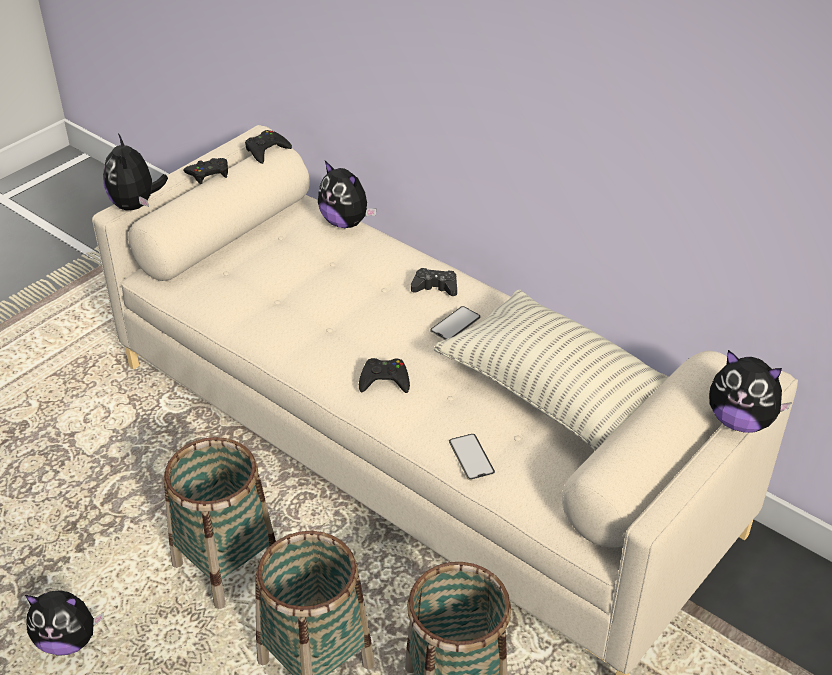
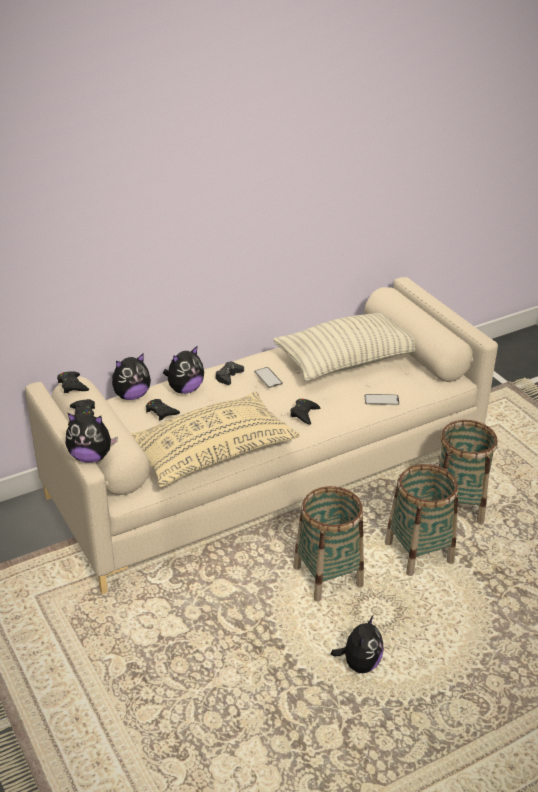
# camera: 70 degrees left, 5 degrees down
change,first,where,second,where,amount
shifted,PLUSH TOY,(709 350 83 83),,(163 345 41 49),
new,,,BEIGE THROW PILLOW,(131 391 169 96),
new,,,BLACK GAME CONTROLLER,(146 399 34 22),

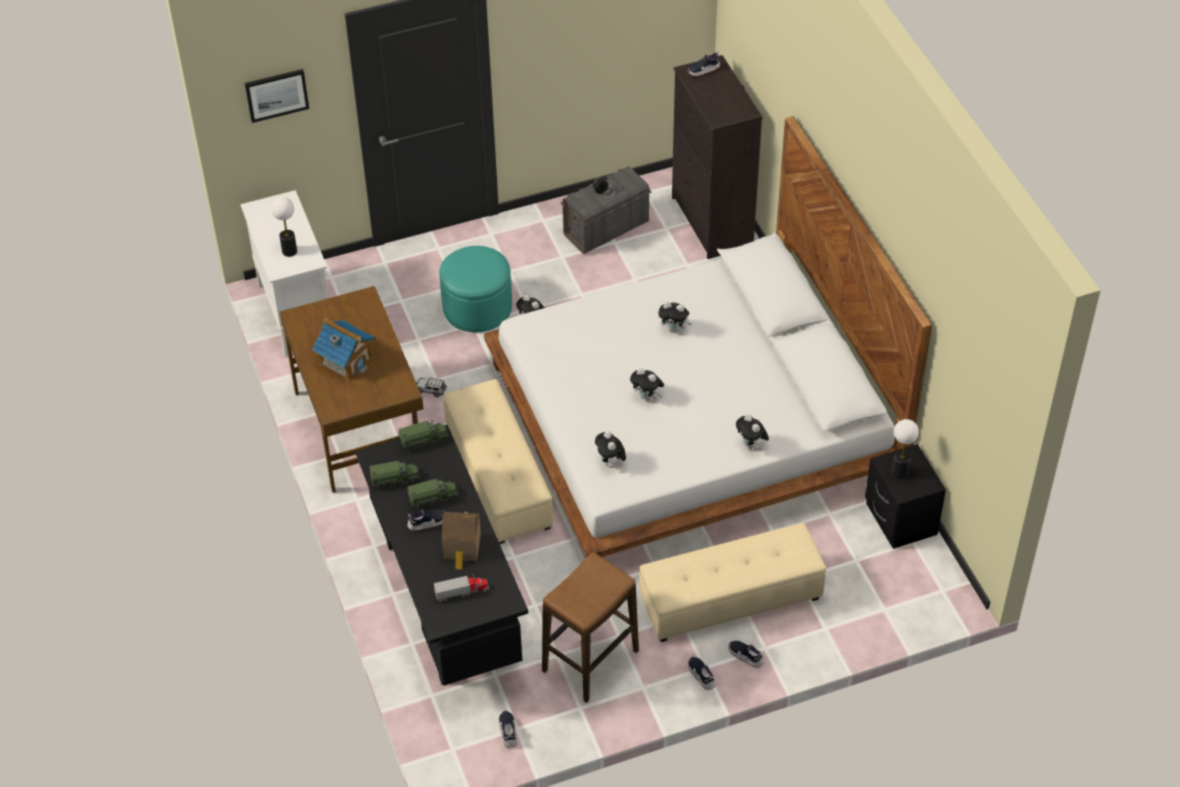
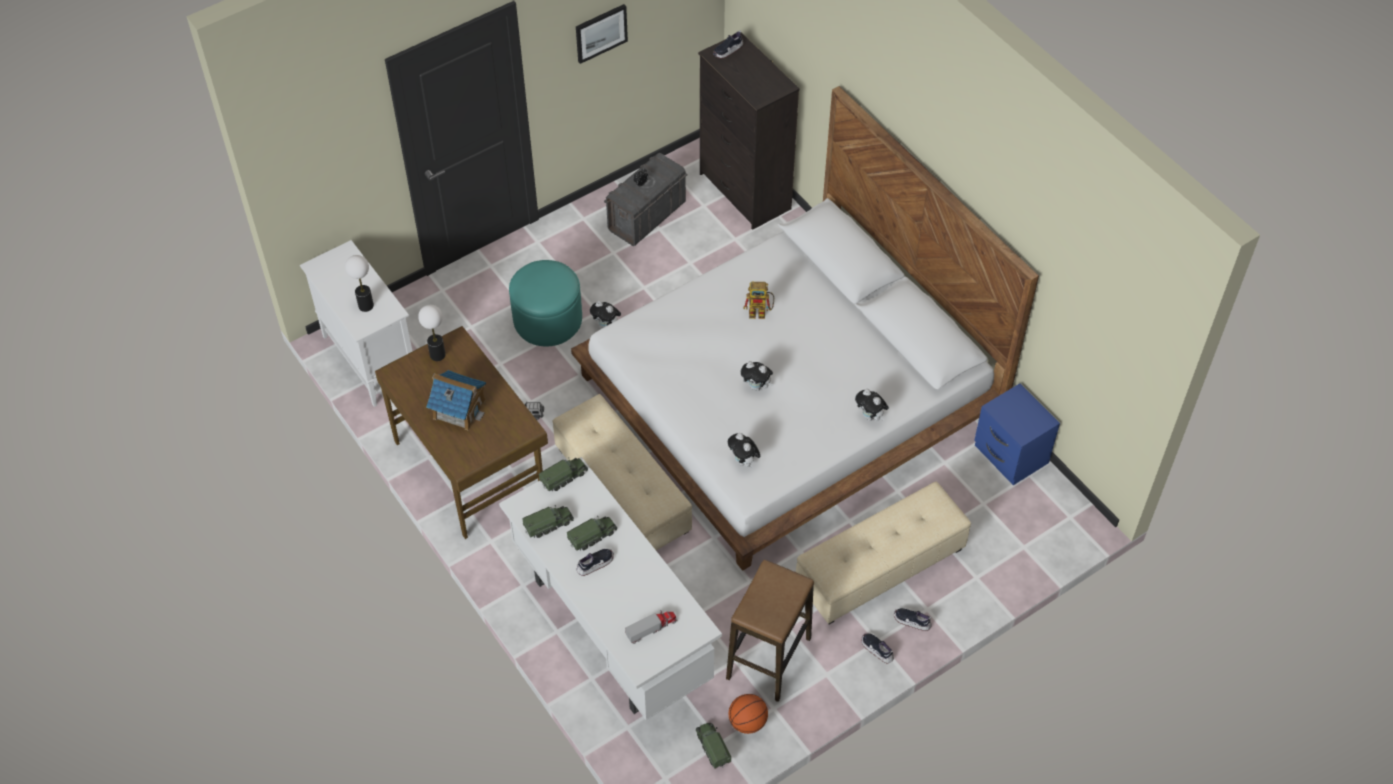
# camera: 15 degrees left, 5 degrees up
change,first,where,second,where,amount
shifted,WALL PICTURE,(245 69 64 54),,(576 4 52 60),
swapped,PLUSH TOY,(658 302 34 31),TOY ROBOT,(743 282 31 37),
shifted,LAMP FOR A TABLE,(892 419 27 60),,(418 305 28 56),
repainted,BLACK DESK TABLE,(355 424 173 262),WHITISH DESK TABLE,(499 457 223 263),
repainted,BLACK NIGHT TABLE,(865 444 81 105),BLUE NIGHT TABLE,(975 383 85 102),
gone,MODEL HOUSE,(442 512 39 57),,,
swapped,ITEM OF FOOTWEAR,(499 711 17 37),TOY TRUCK,(696 723 35 46),
new,,,BASKETBALL BALL,(729 694 39 40),

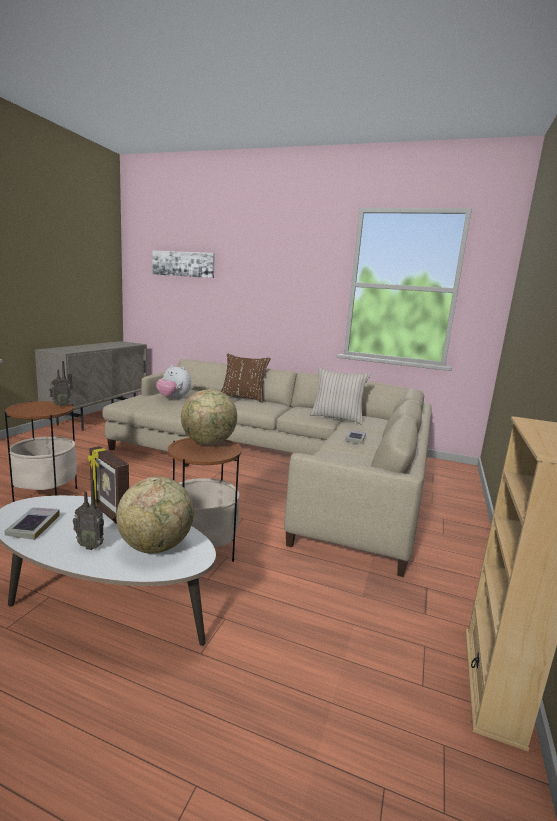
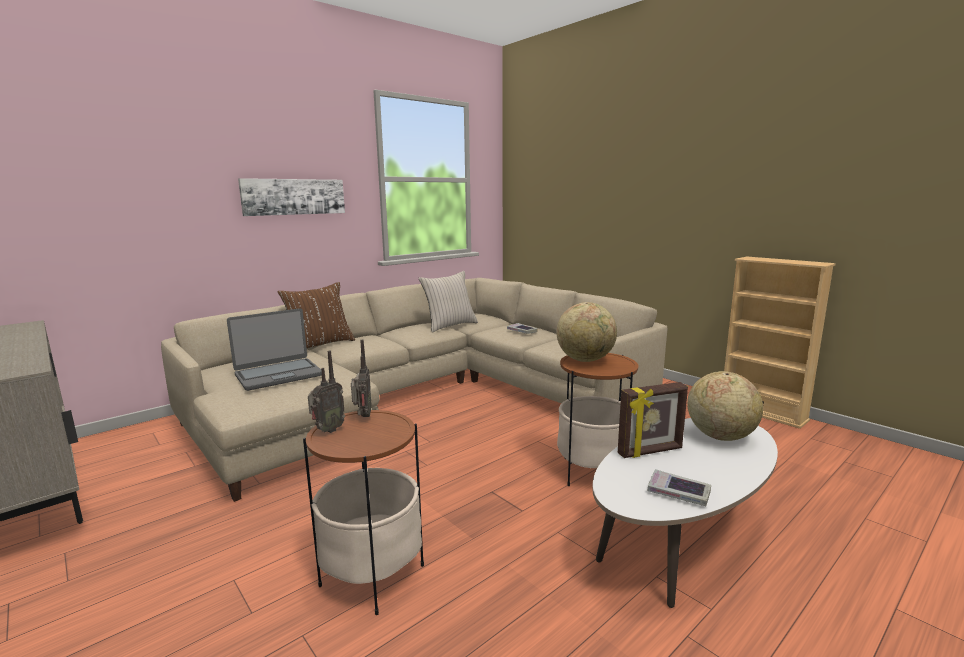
# camera: 60 degrees left, 0 degrees up
change,first,where,second,where,amount
shifted,WALL PICTURE,(152 250 63 28),,(238 178 107 38),
swapped,PLUSH TOY,(156 365 35 34),PORTABLE COMPUTER,(227 308 95 83),
shifted,RADIO,(73 479 31 71),,(308 351 37 82),

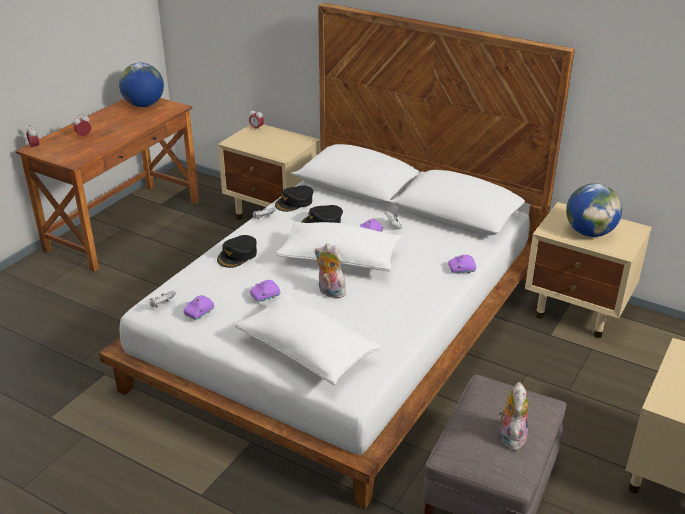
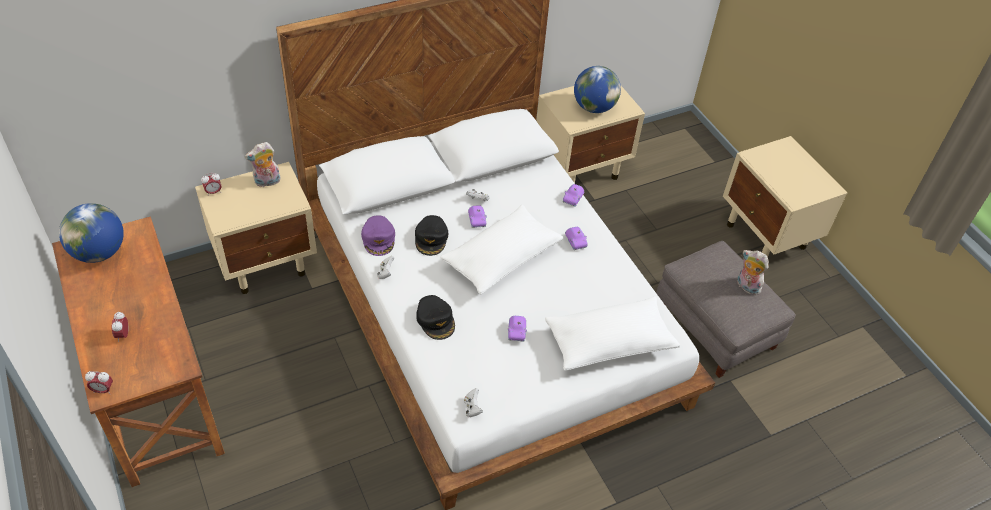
# camera: 60 degrees left, 15 degrees up
change,first,where,second,where,amount
repainted,BLACK PEAKED CAP,(275 186 38 26),PURPLE-COLOURED PEAKED CAP,(361 215 34 41),
shifted,PLUSH TOY,(315 244 31 54),,(245 142 36 45),
shifted,PURPLE-COLOURED MINIATURE CAR,(184 295 30 25),,(565 227 23 23),

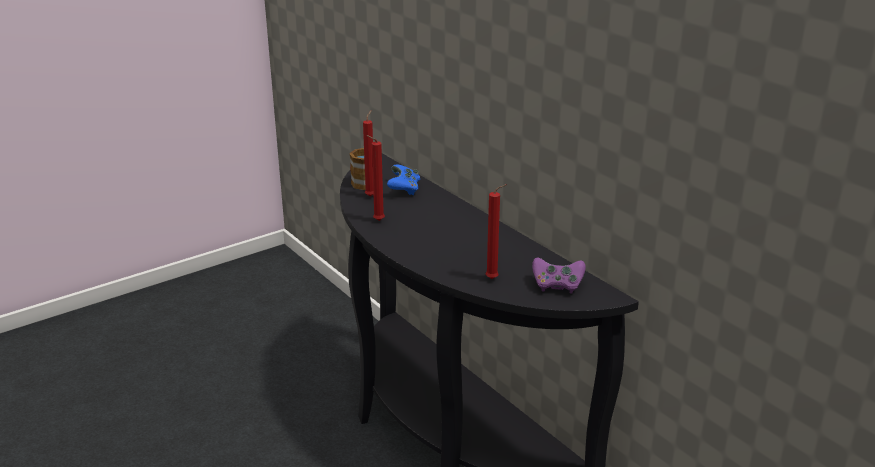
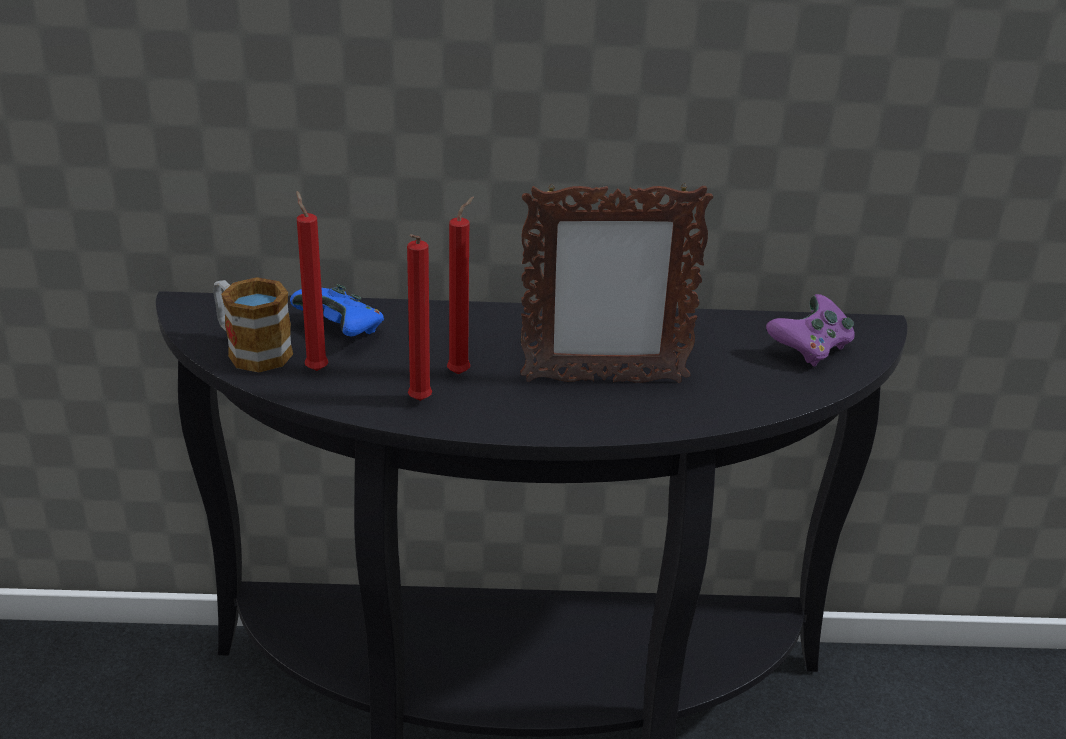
# camera: 55 degrees left, 5 degrees up
change,first,where,second,where,amount
shifted,RED-COLOURED CANDLE,(486 184 20 95),,(447 196 27 178),
new,,,PICTURE FRAME,(520 183 193 200),

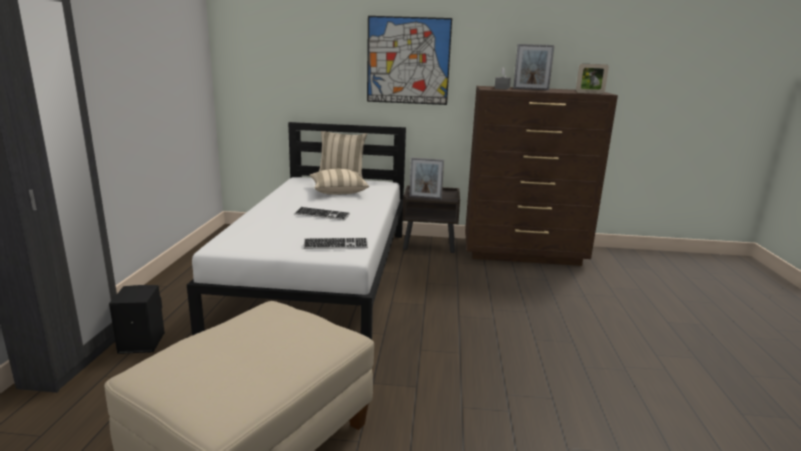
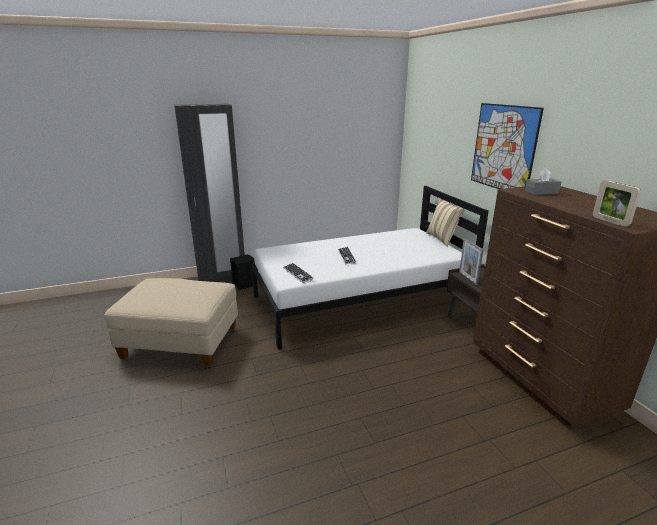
# camera: 65 degrees right, 5 degrees up
change,first,where,second,where,amount
gone,PICTURE FRAME,(513 44 42 46),,,
gone,BEIGE THROW PILLOW,(309 169 60 26),,,

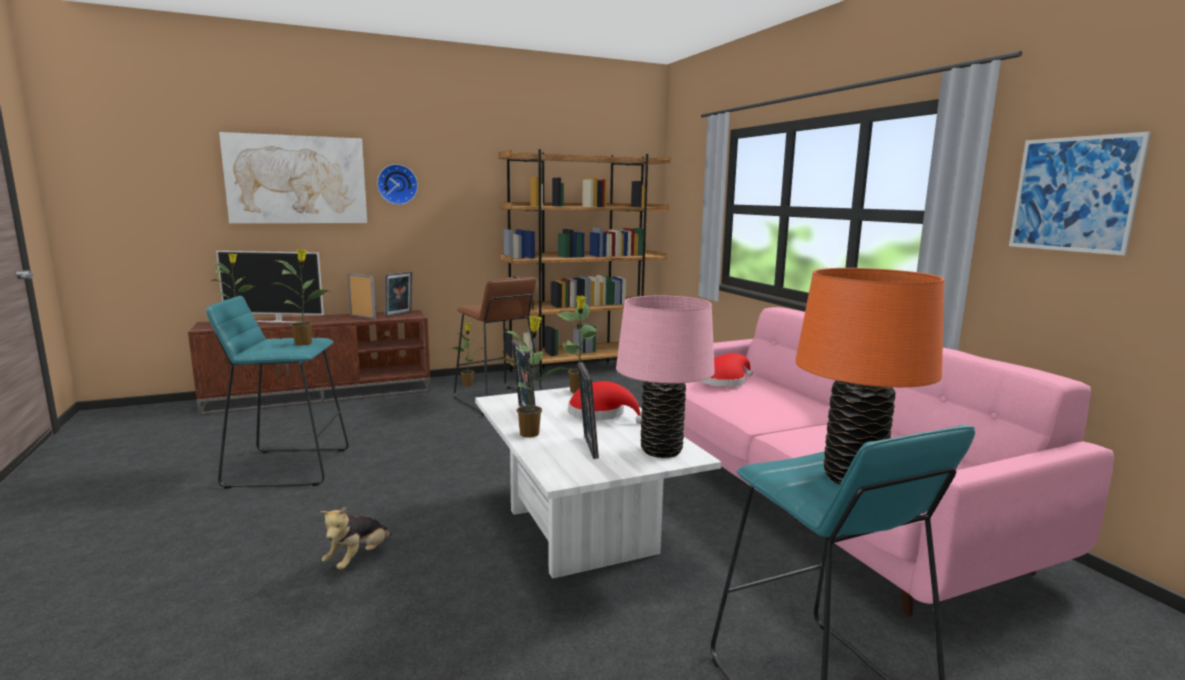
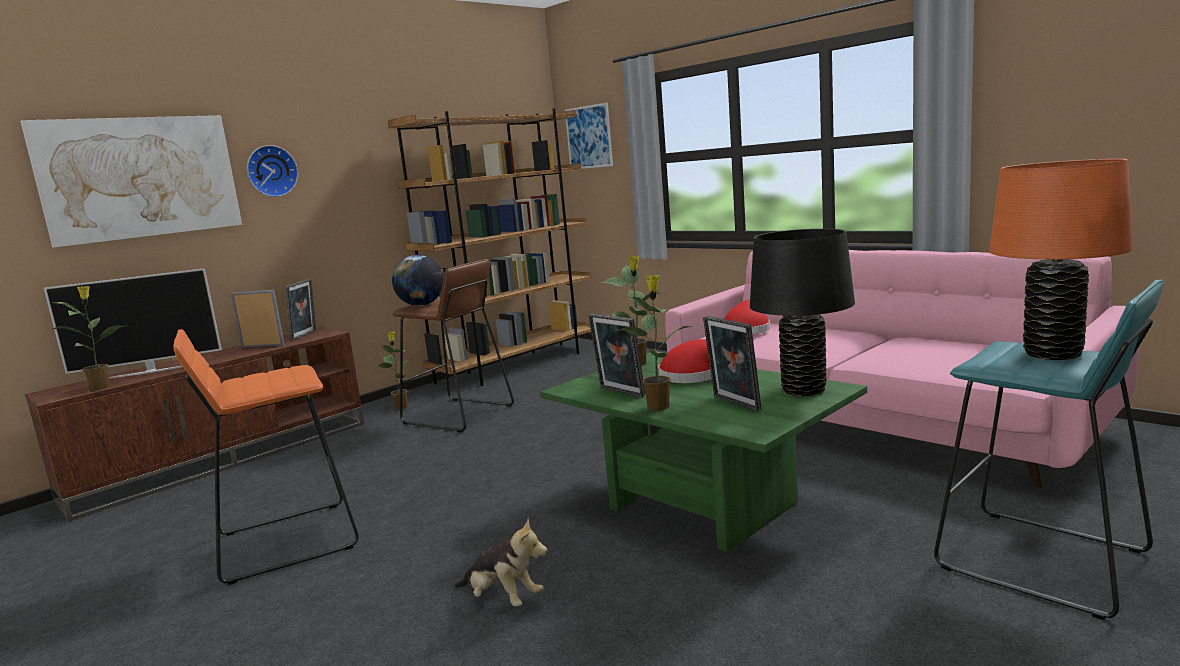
# camera: 20 degrees left, 0 degrees up
change,first,where,second,where,amount
shifted,WALL PICTURE,(1009 132 142 124),,(565 102 48 67),
gone,PLANT IN A POT,(273 249 55 96),,,
repainted,BLUE-GREEN STOOL SEAT,(206 296 143 192),ORANGEY STOOL SEAT,(173 329 186 256),
repainted,PINK-COLOURED LAMP FOR A TABLE,(616 296 99 162),BLACK LAMP FOR A TABLE,(750 229 105 167),
repainted,WHITISH COFFEE TABLE,(475 387 246 192),GREENISH COFFEE TABLE,(540 352 327 200),
rotated,PLUSH TOY,(320 507 72 63),,(454 518 93 89),60 degrees counterclockwise
new,,,WORLD GLOBE,(392 255 52 51),

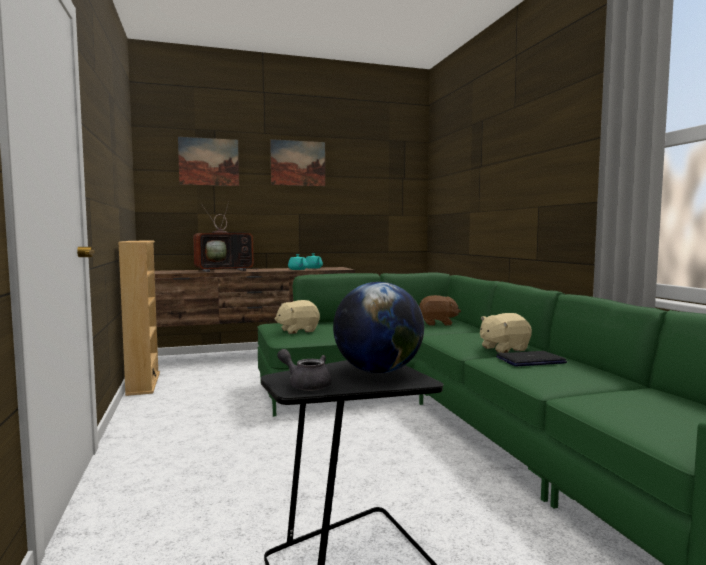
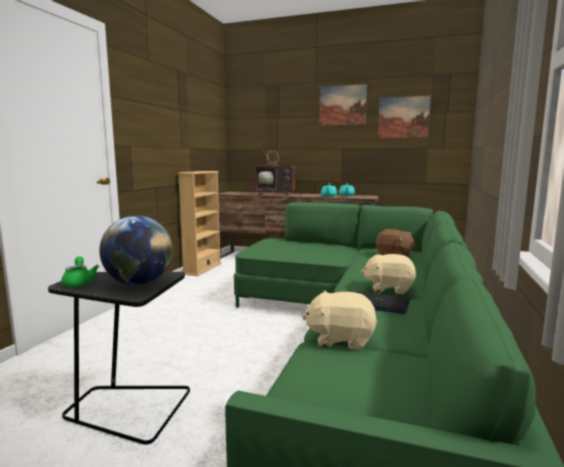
# camera: 35 degrees right, 5 degrees up
change,first,where,second,where,amount
shifted,WALL PICTURE,(178 137 61 49),,(378 96 53 42),
shifted,BEIGE PLUSH TOY,(275 300 45 34),,(302 291 76 59),
repainted,GRAY TEAPOT,(277 349 54 42),GREENISH TEAPOT,(61 256 38 31),

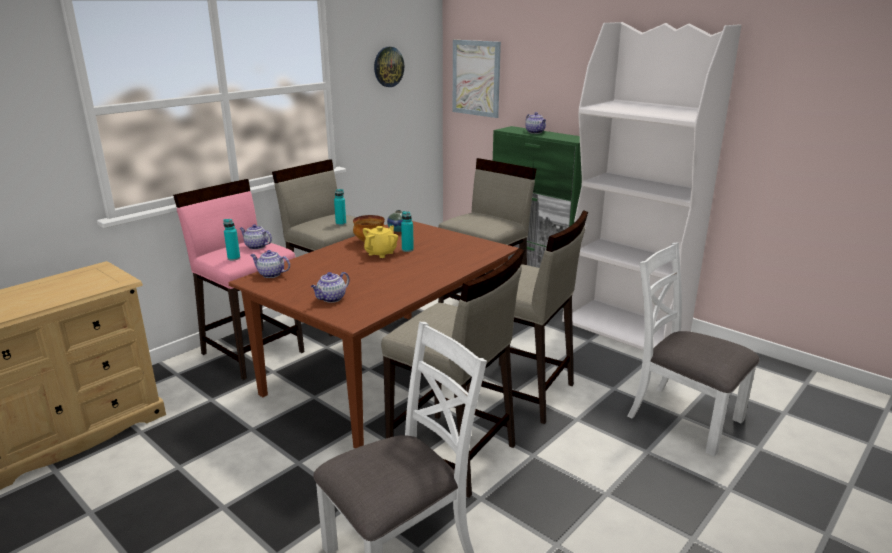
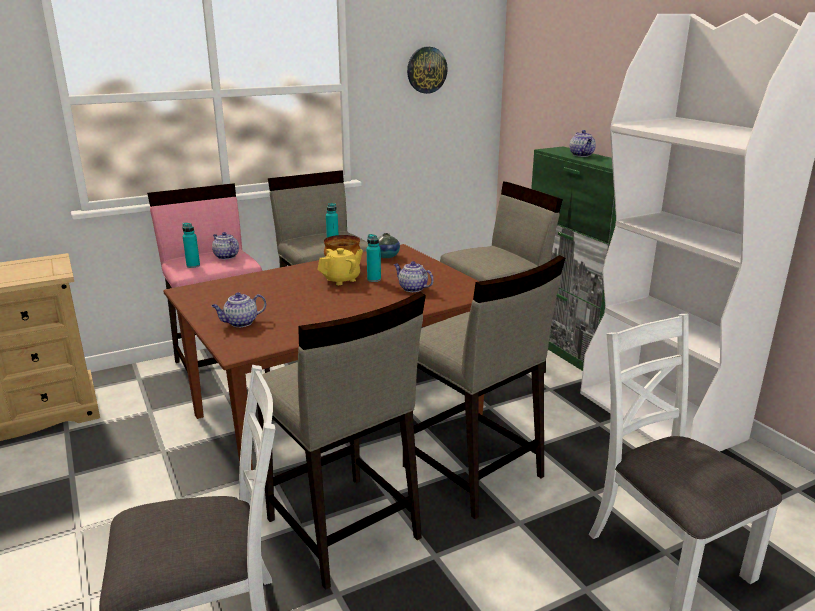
# camera: 20 degrees right, 0 degrees up
change,first,where,second,where,amount
gone,WALL PICTURE,(453 40 48 78),,,
shifted,TEAPOT,(250 250 40 28),,(394 261 40 31),

